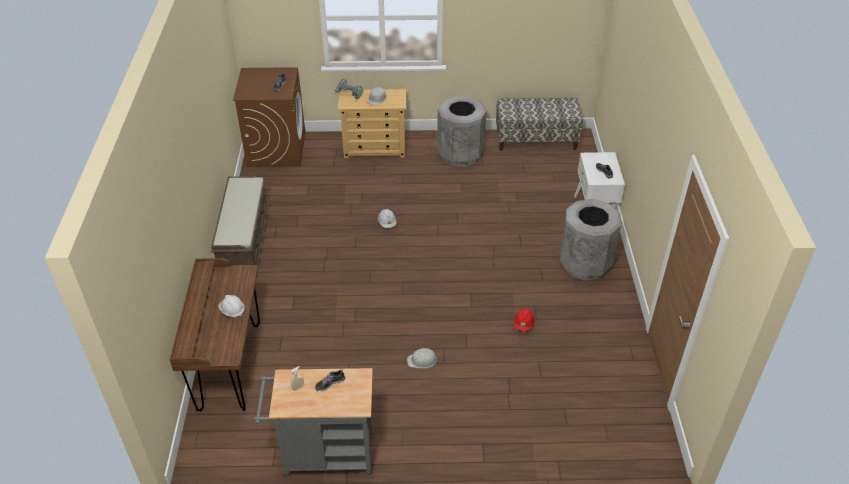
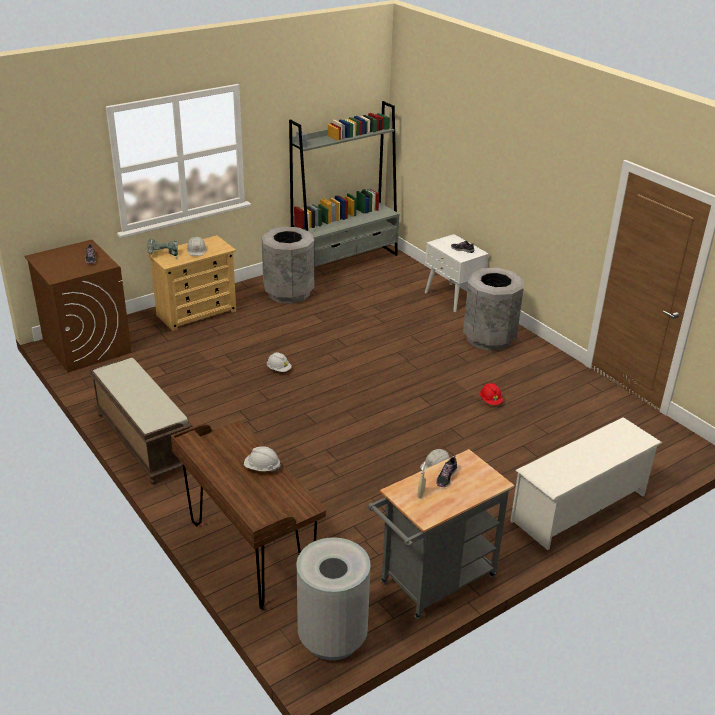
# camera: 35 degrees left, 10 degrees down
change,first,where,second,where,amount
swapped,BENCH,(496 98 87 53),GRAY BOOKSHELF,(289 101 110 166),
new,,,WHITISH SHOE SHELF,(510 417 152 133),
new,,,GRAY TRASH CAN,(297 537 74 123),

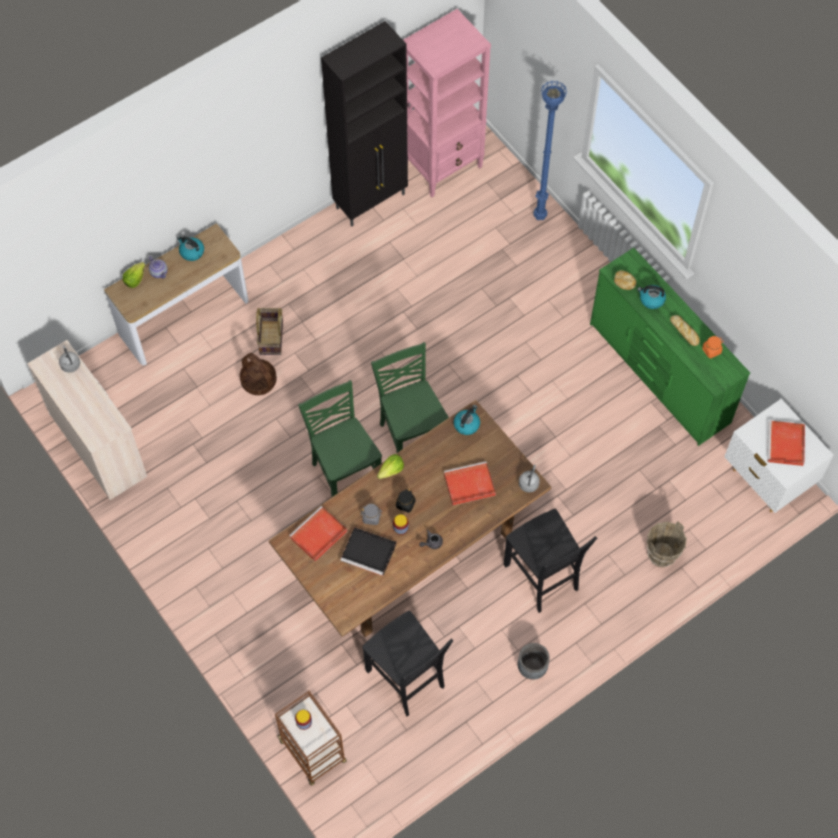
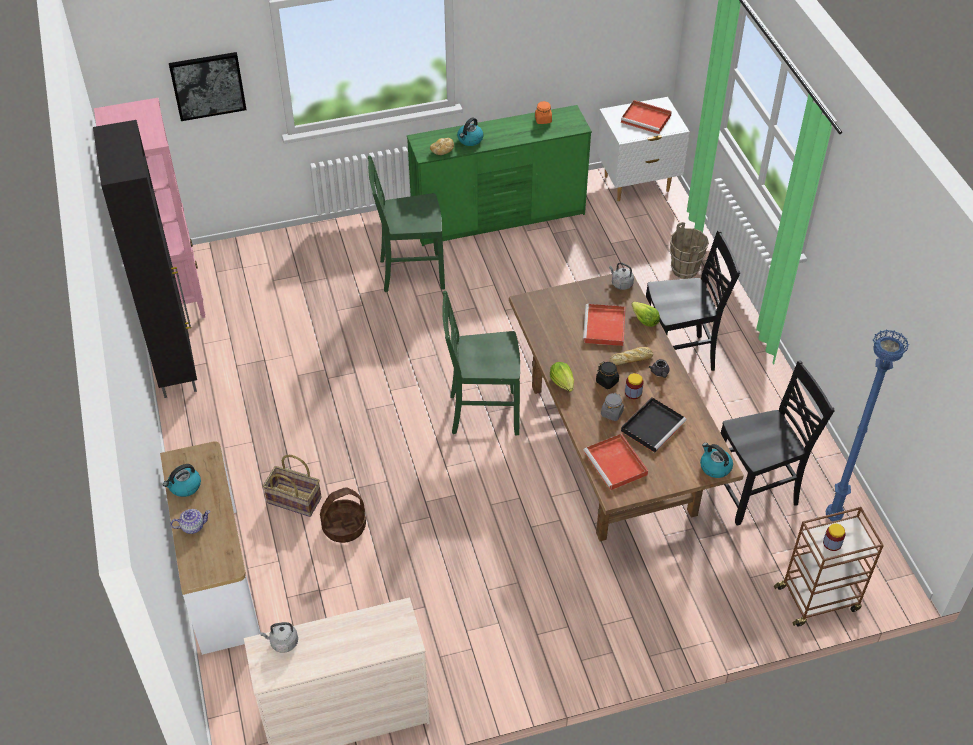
# camera: 70 degrees left, 15 degrees down
change,first,where,second,where,amount
shifted,BLUE STANDING LAMP,(533 81 34 139),,(826 329 83 192),
shifted,HEAD OF LETTUCE,(122 262 23 26),,(632 302 28 25),
shifted,BAKED BREAD,(670 315 30 31),,(609 347 44 19),
shifted,GREENISH CHAIR,(298 380 84 117),,(368 156 77 136),
shifted,WATER KETTLE,(454 405 26 30),,(700 443 33 35),
gone,GRAY FLOWER POT,(518 643 32 37),,,
new,,,WALL PICTURE,(169 52 77 69),

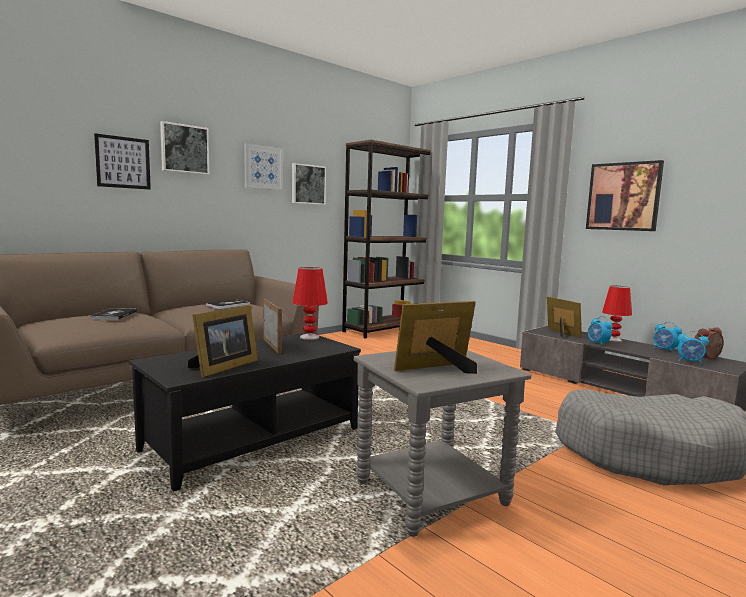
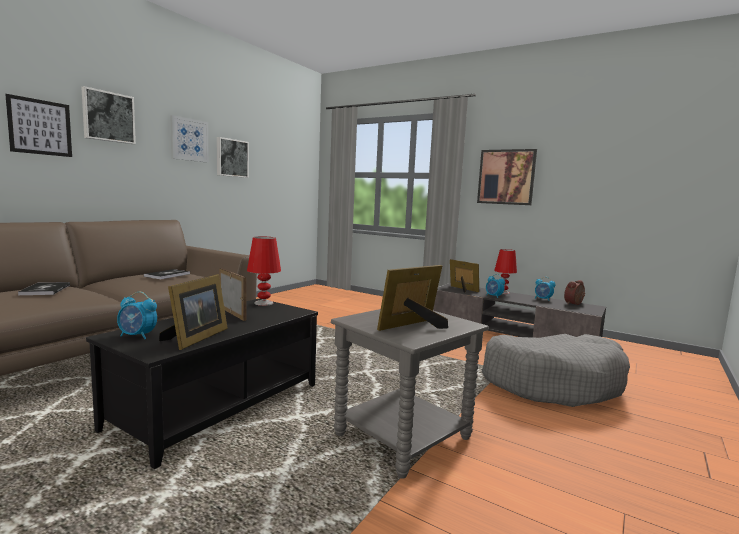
# camera: 15 degrees left, 0 degrees up
change,first,where,second,where,amount
gone,BROWN-COLOURED BOOKSHELF,(342 140 89 199),,,
shifted,ALARM CLOCK,(677 331 32 34),,(117 292 40 47),

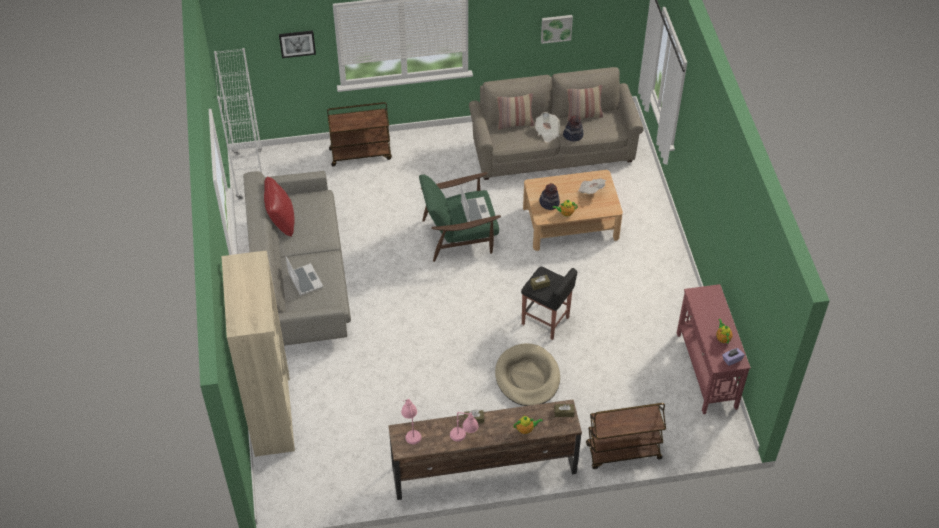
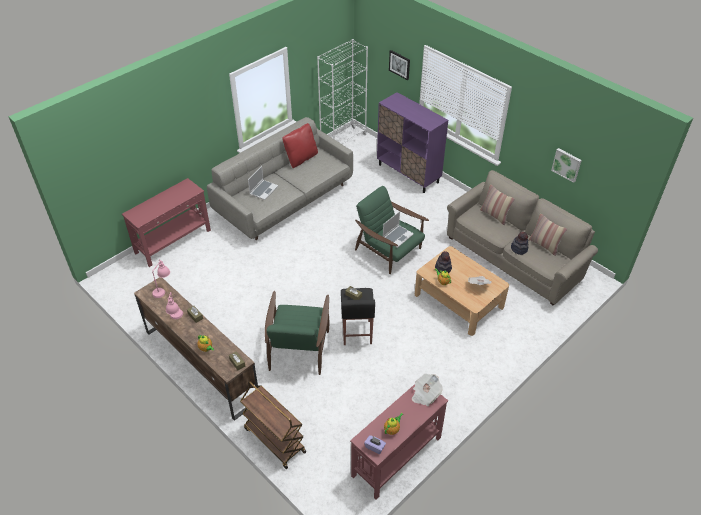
# camera: 55 degrees right, 5 degrees down
change,first,where,second,where,amount
swapped,BROWN-COLOURED TROLLEY,(327 102 65 64),PURPLE-COLOURED CUPBOARD,(377 92 71 101),
shifted,DAILY PAPER,(535 112 25 31),,(412 374 31 32),
swapped,BEIGE BOOKSHELF,(222 251 73 206),RED-COLOURED NARROW TABLE,(122 178 89 89),
swapped,BEIGE DOG BED,(495 343 65 63),GREENISH ARMCHAIR,(265 291 64 84),

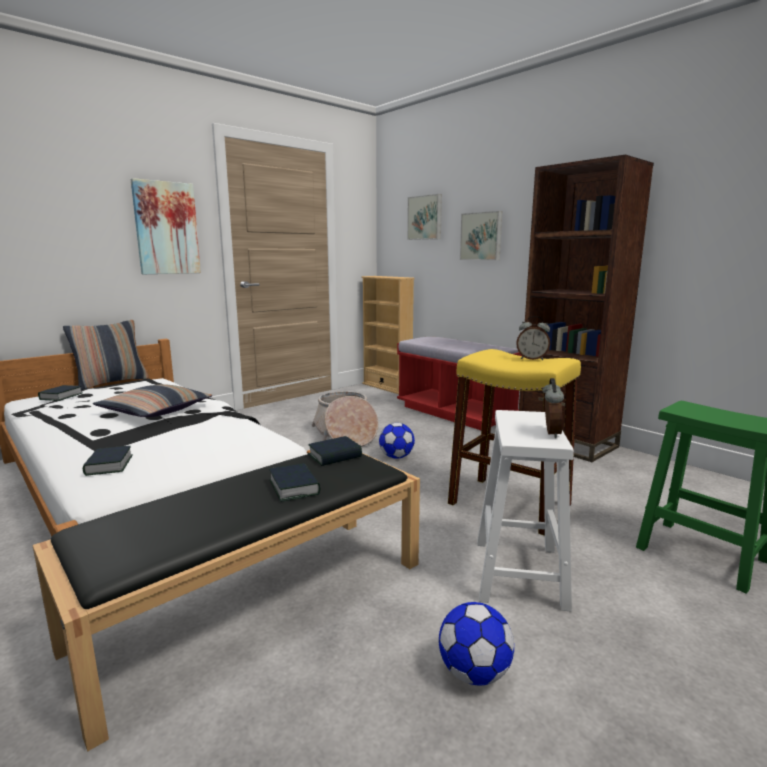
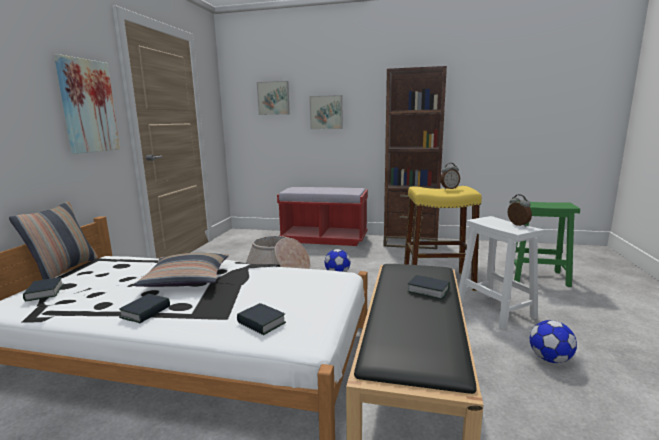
# camera: 35 degrees left, 0 degrees up
change,first,where,second,where,amount
gone,BEIGE BOOKSHELF,(361 276 54 118),,,
shifted,VOLUME,(308 436 54 30),,(119 294 51 29),

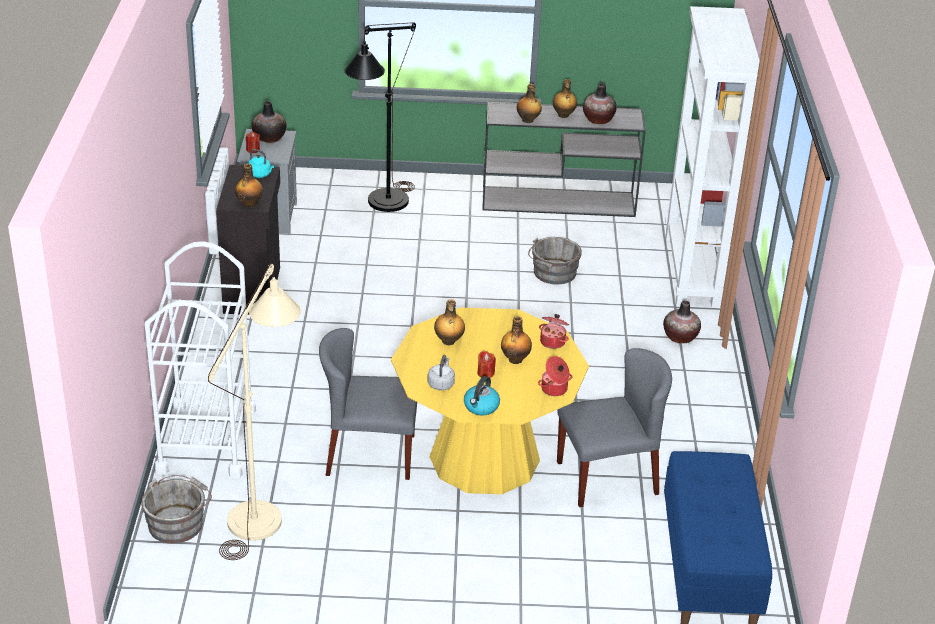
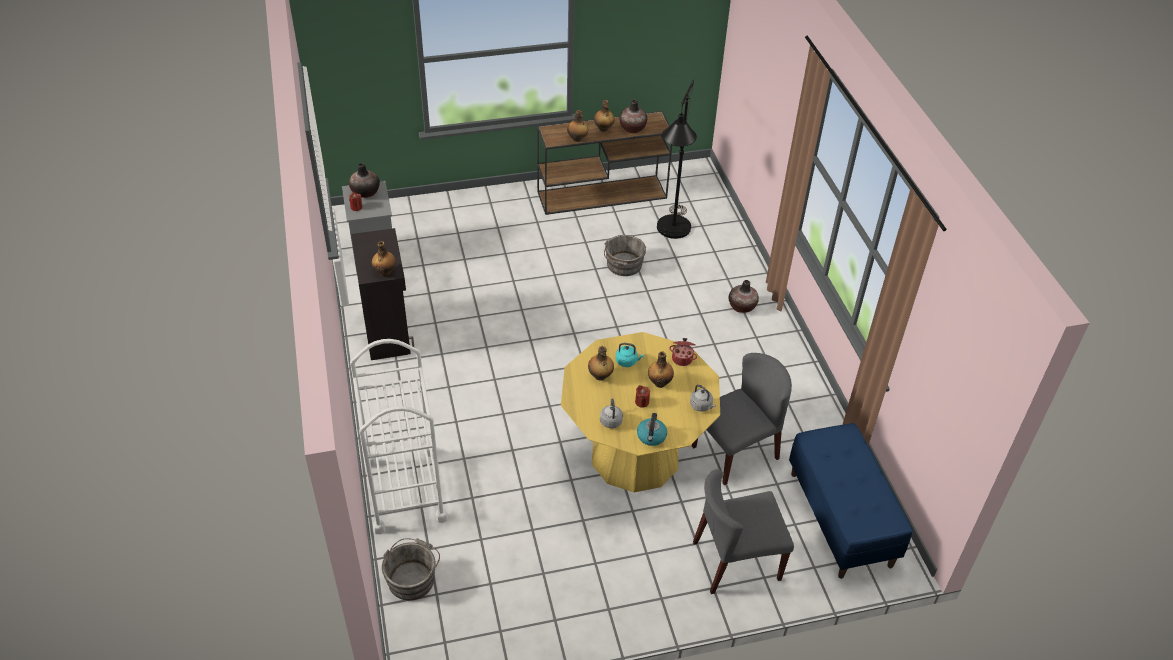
# camera: 15 degrees left, 10 degrees up
change,first,where,second,where,amount
gone,WHITISH BOOKSHELF,(665 6 95 302),,,
shifted,BLACK STANDING LAMP,(344 22 72 190),,(657 80 40 159),
repainted,GRAY NARROW TABLE,(483 102 163 115),BROWN-COLOURED NARROW TABLE,(537 111 135 104),
shifted,BLUE-GREEN WATER KETTLE,(248 149 26 29),,(616 343 28 24),
gone,BEIGE STANDING LAMP,(208 263 93 297),,,
shifted,GRAY CHAIR,(319 328 98 152),,(693 469 101 125),
swapped,COOKING POT,(538 356 34 40),GRAY WATER KETTLE,(690 384 26 28),

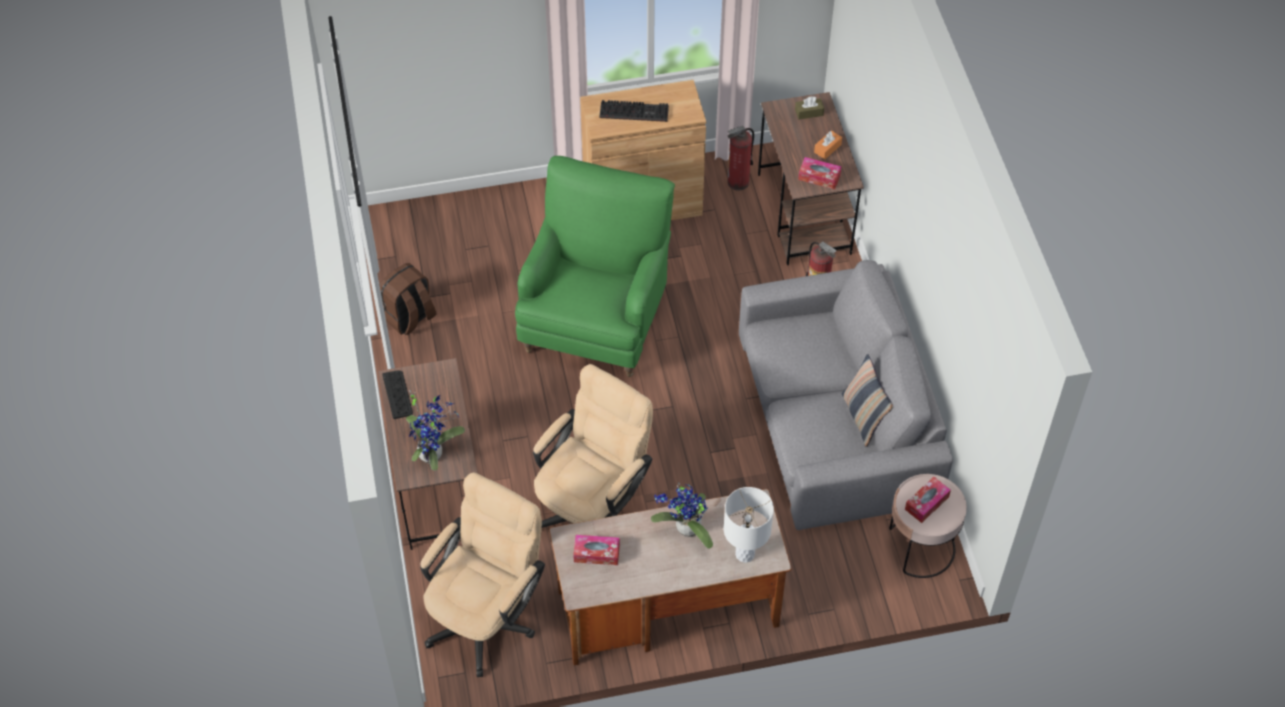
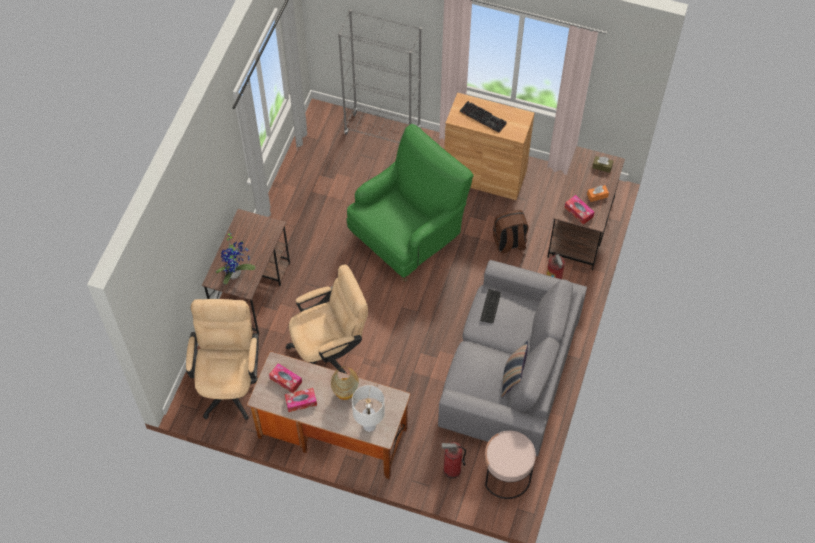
# camera: 30 degrees right, 5 degrees up
change,first,where,second,where,amount
shifted,FIRE-FIGHTING CYLINDER,(727 126 27 65),,(441 442 25 37),
shifted,BROWN-COLOURED KNAPSACK,(380 263 57 72),,(493 210 36 44),
shifted,PC KEYBOARD,(382 371 31 48),,(480 289 21 34),
rotated,BEIGE DESK CHAIR,(420 472 125 205),,(186 299 73 121),60 degrees counterclockwise
shifted,TISSUE BOX,(905 477 46 46),,(285 388 32 24),
swapped,PLANT IN A POT,(651 482 62 67),LAMP FOR A TABLE,(331 366 28 34),
new,,,GRAY BOOKSHELF,(338 9 84 135),

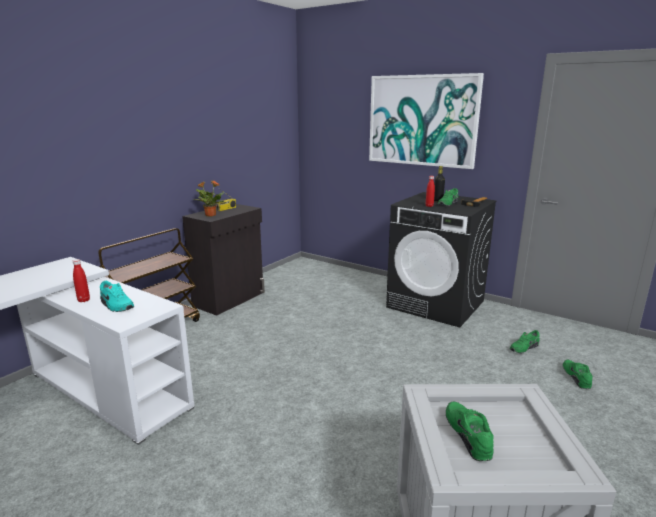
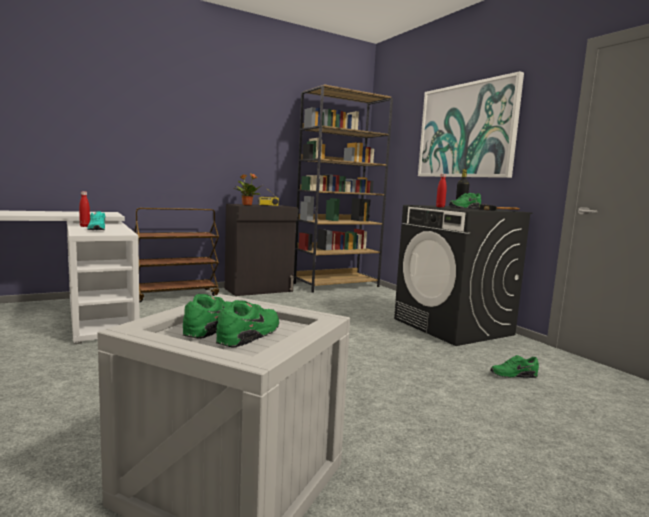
# camera: 25 degrees right, 10 degrees down
change,first,where,second,where,amount
shifted,GREENISH ITEM OF FOOTWEAR,(563 360 30 29),,(216 300 63 48),
new,,,BROWN-COLOURED BOOKSHELF,(293 84 100 209),

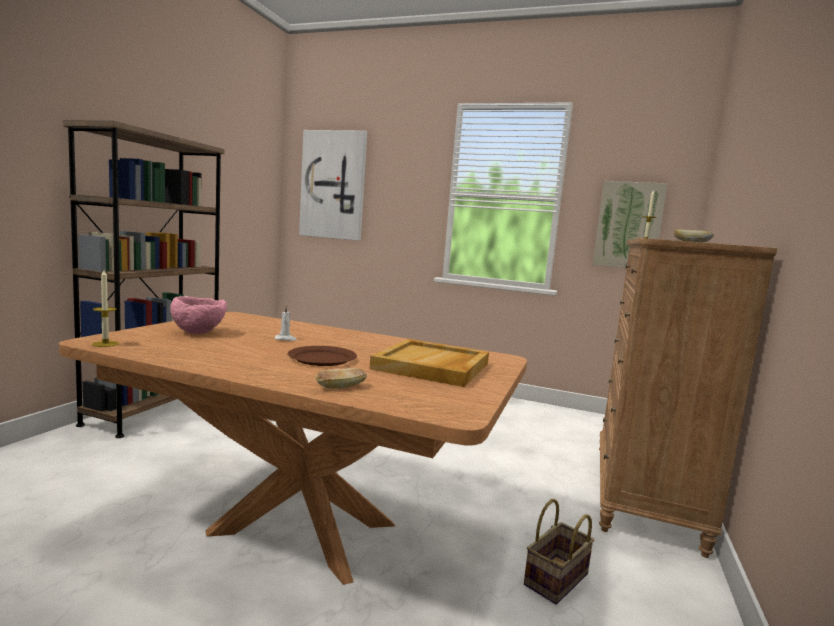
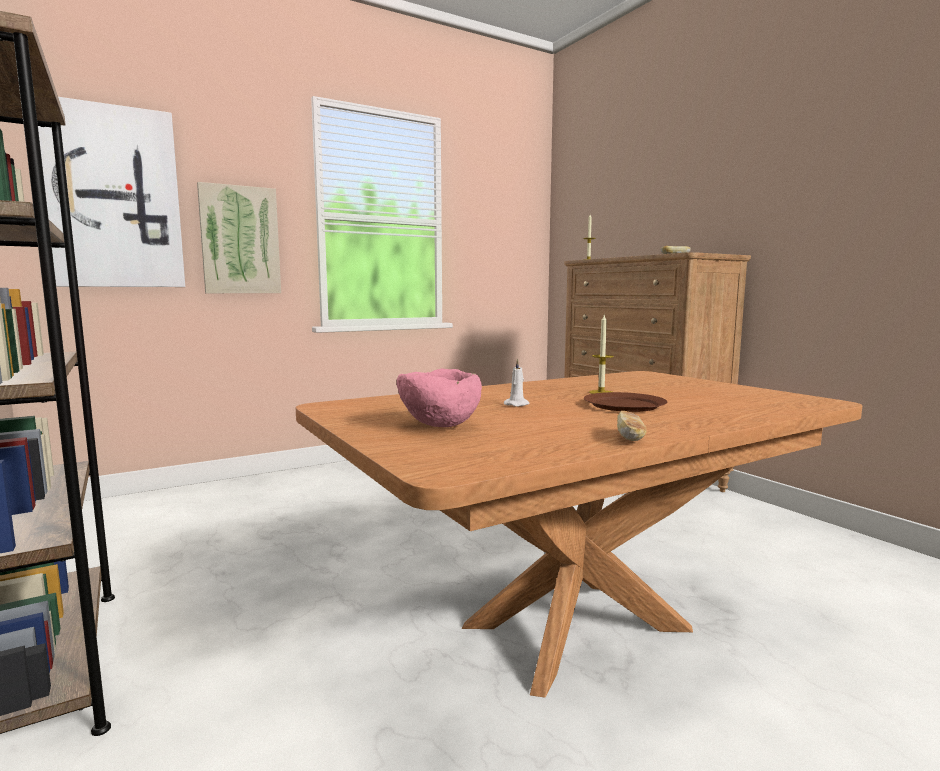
# camera: 50 degrees left, 0 degrees up
change,first,where,second,where,amount
shifted,WALL PICTURE,(593 181 75 87),,(197 182 84 111),
shifted,CANDLE,(92 270 27 77),,(589 315 24 79),
gone,BEIGE CARRYING TRAY,(370 339 119 48),,,
shifted,BAKED BREAD,(316 368 51 20),,(617 411 29 30),
gone,STORAGE BASKET,(524 499 70 105),,,

